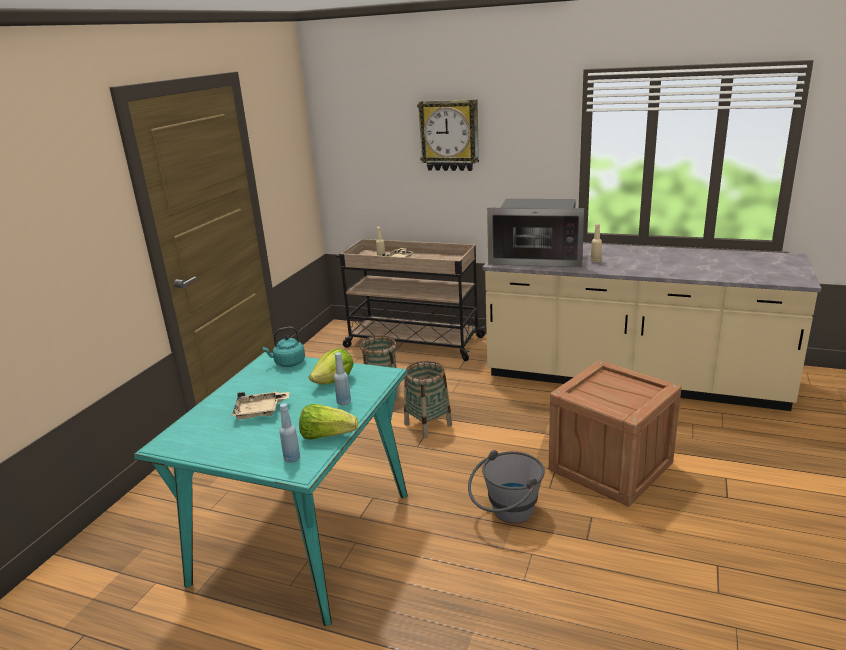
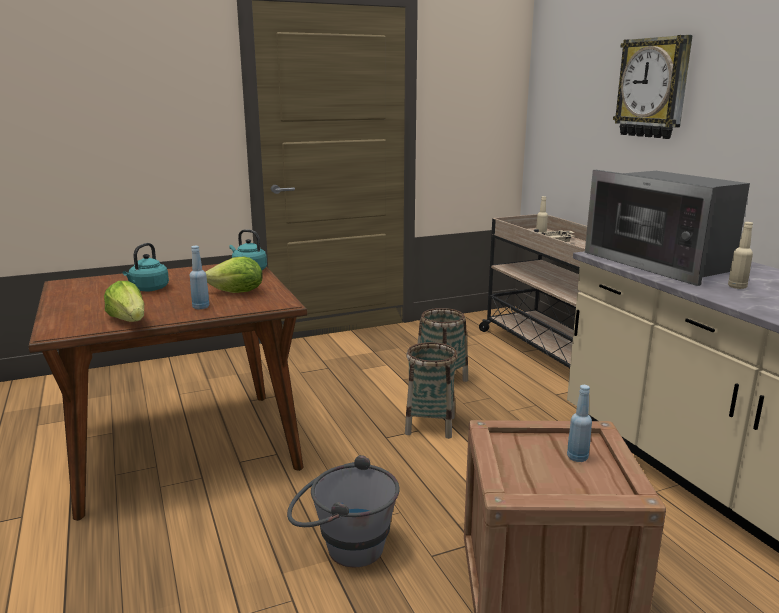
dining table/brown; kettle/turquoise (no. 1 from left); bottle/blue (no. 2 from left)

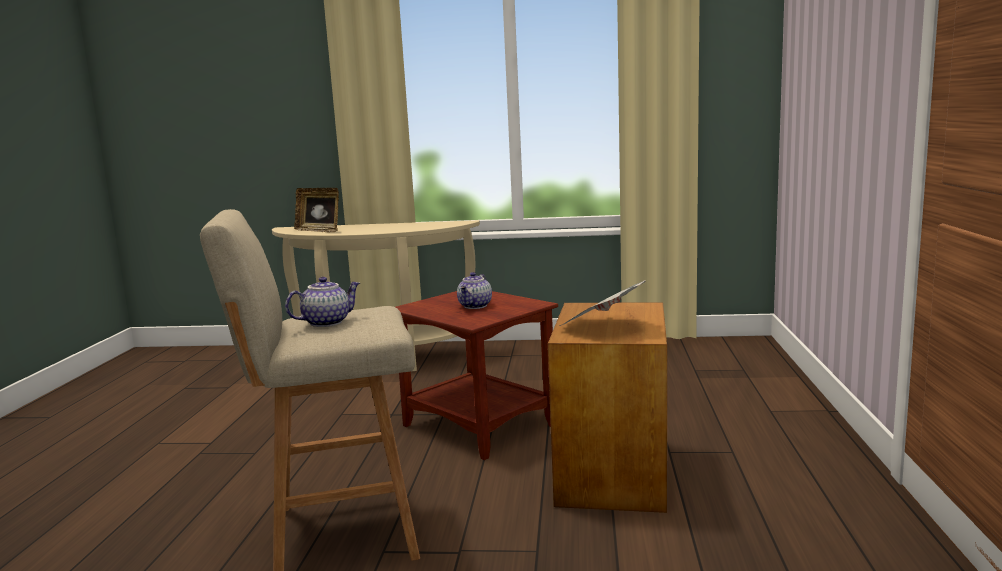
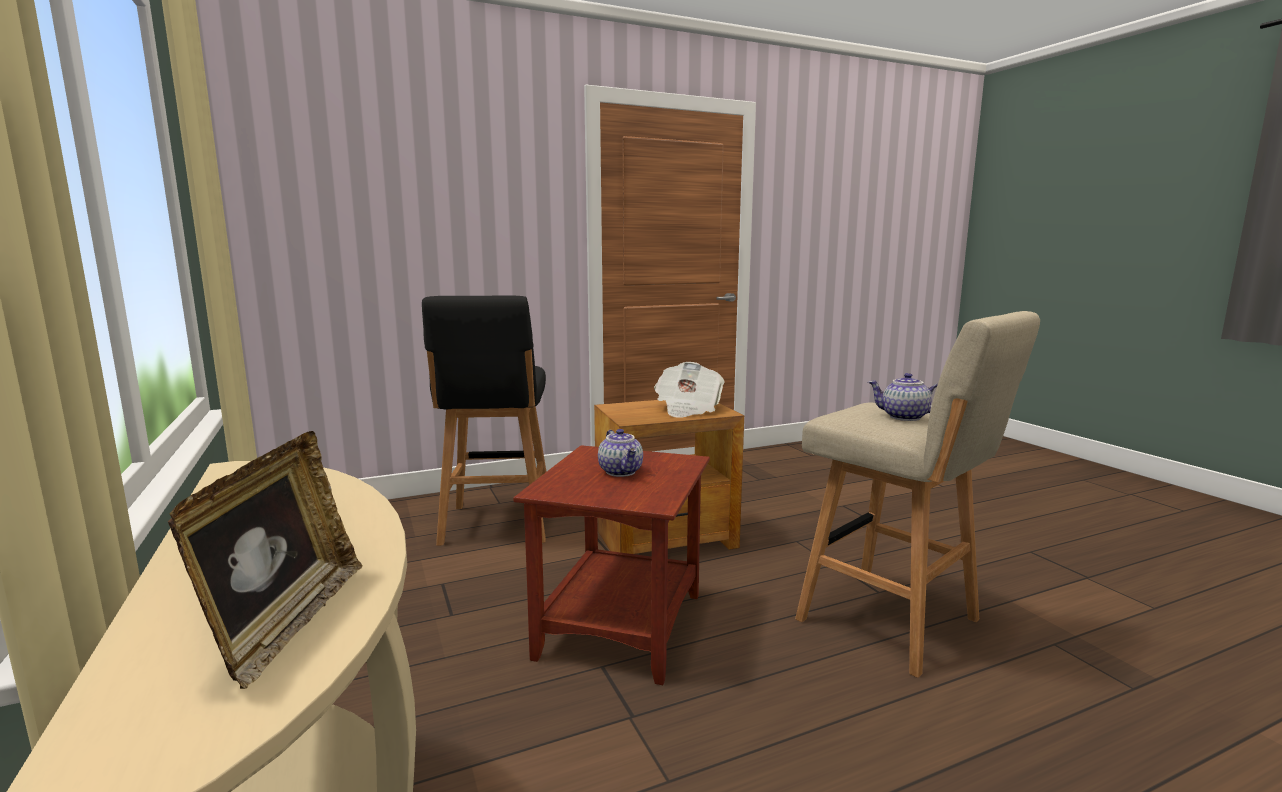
teapot (no. 1 from left); stool/black

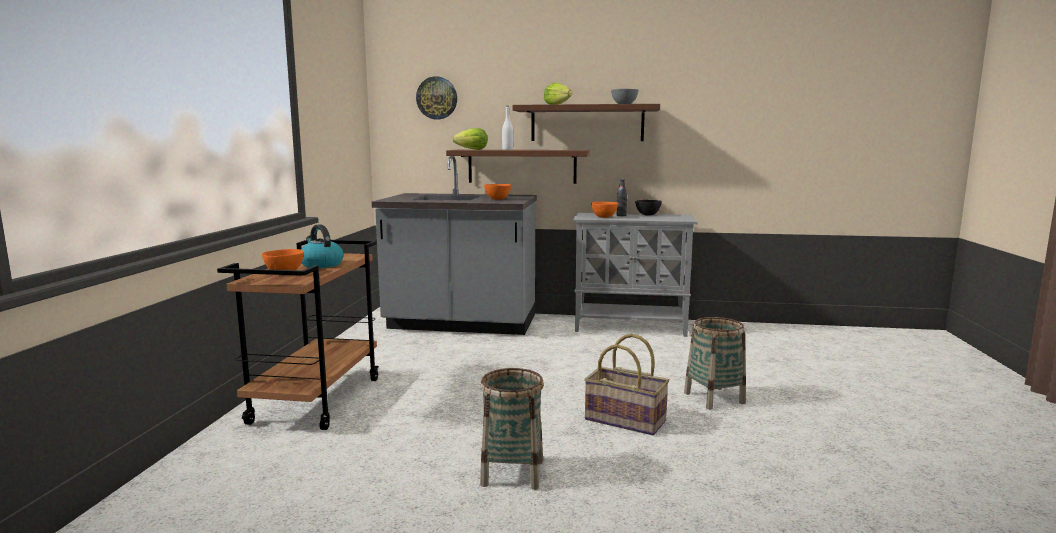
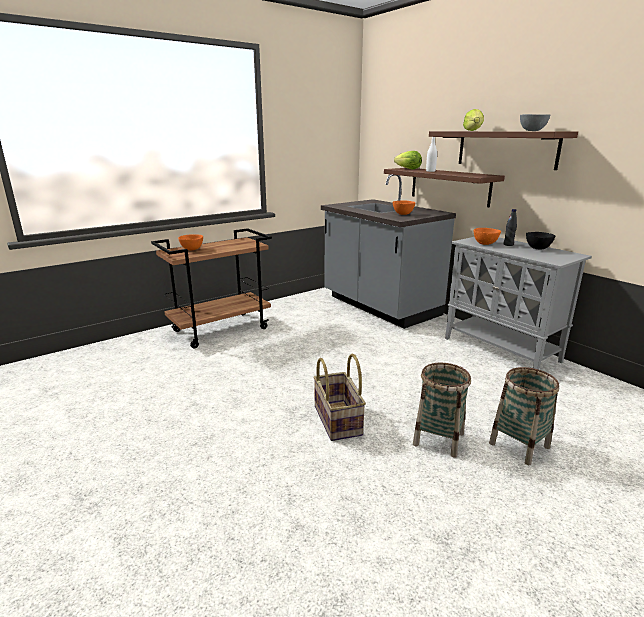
kettle; wall clock; basket (no. 3 from left)

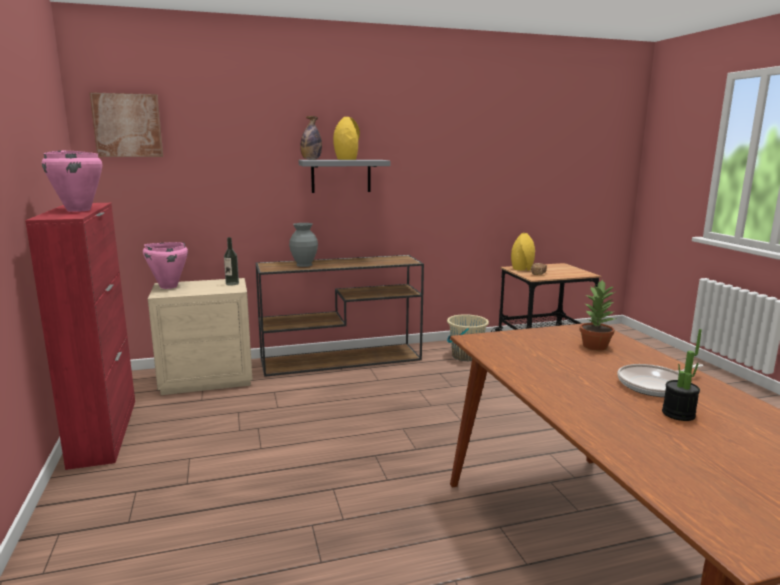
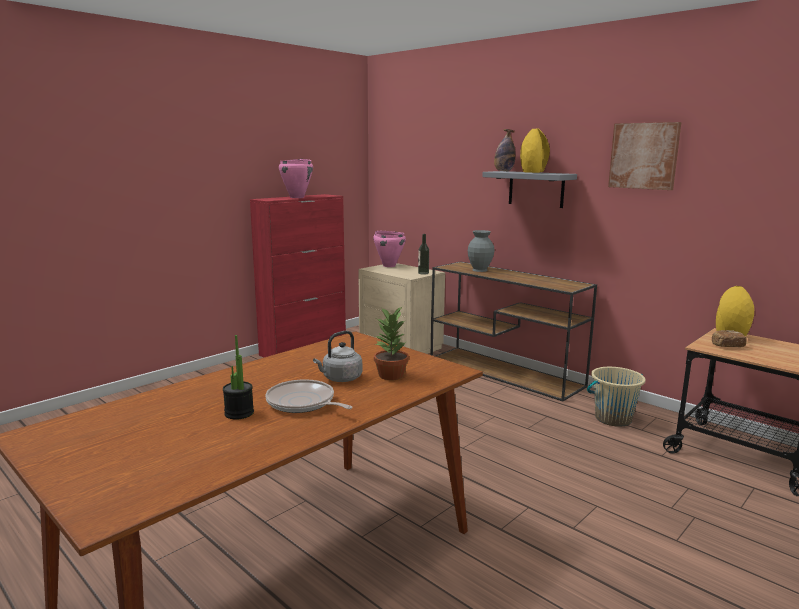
picture; kettle/grey

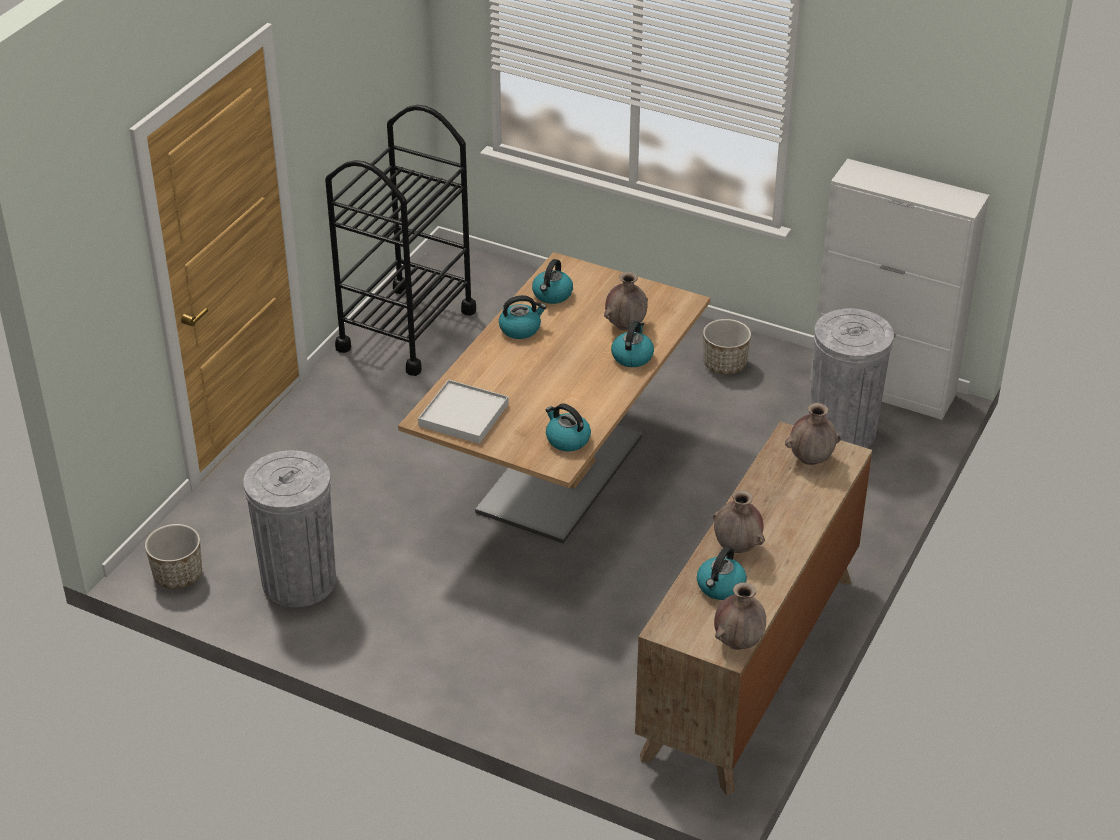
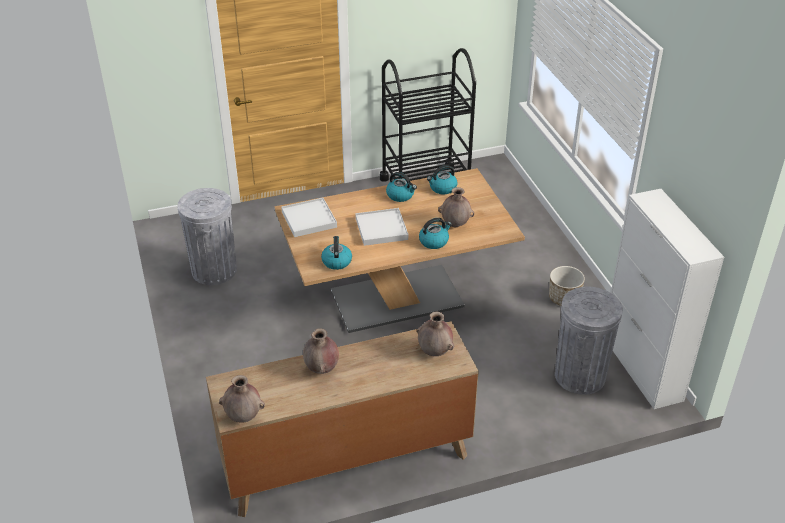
planter (no. 1 from left in the first image); kettle (no. 5 from left in the first image); tray/white (no. 2 from left)

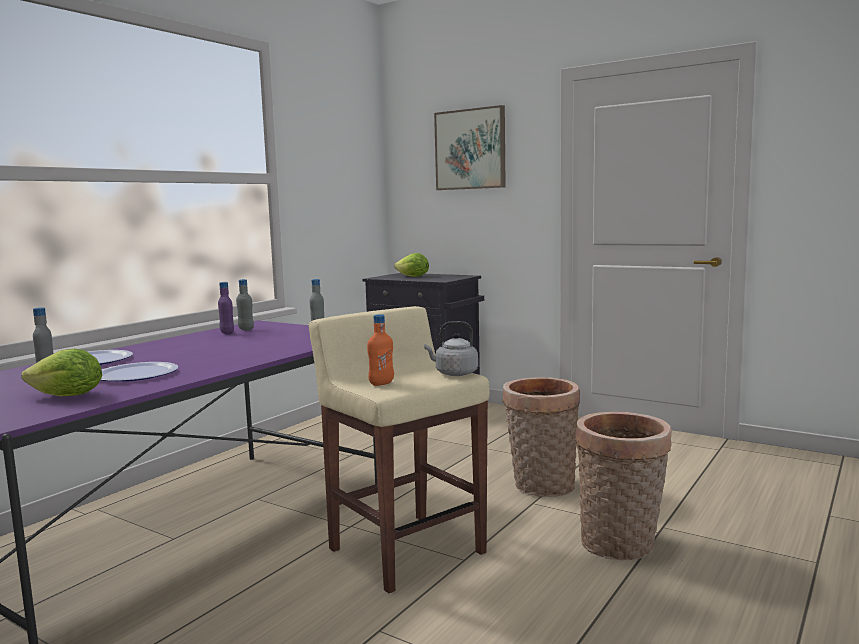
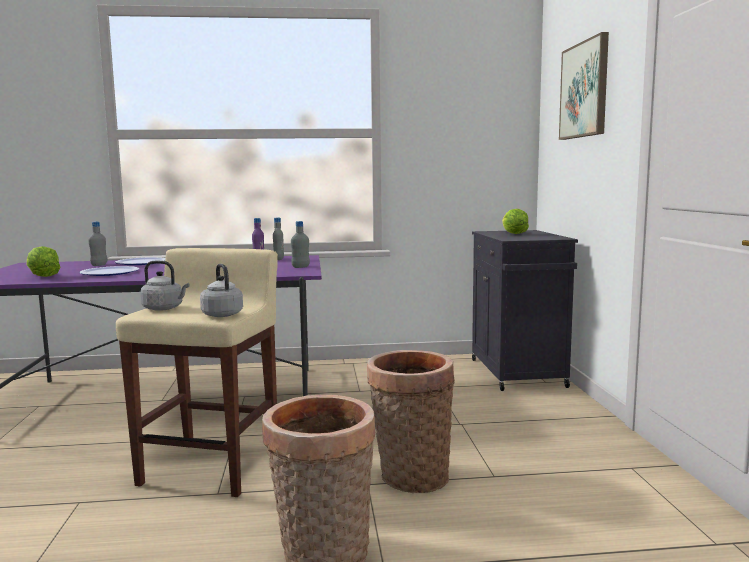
kettle/grey (no. 1 from left)

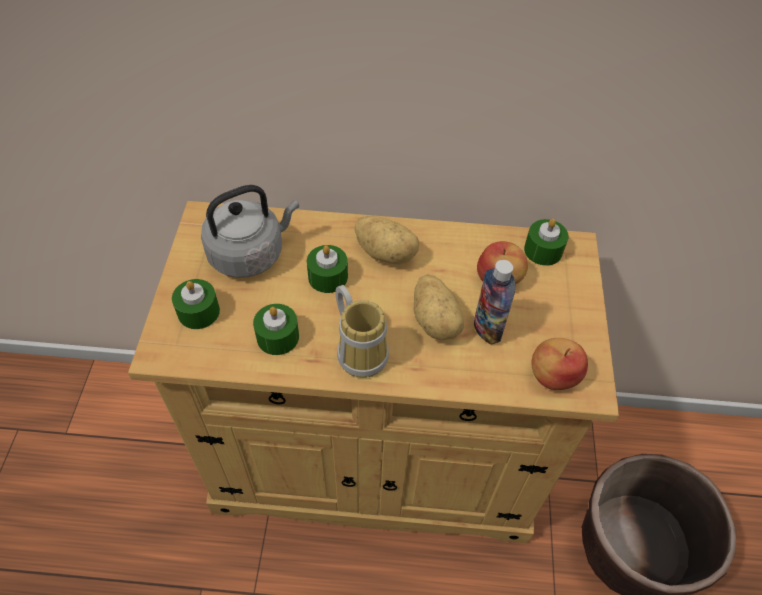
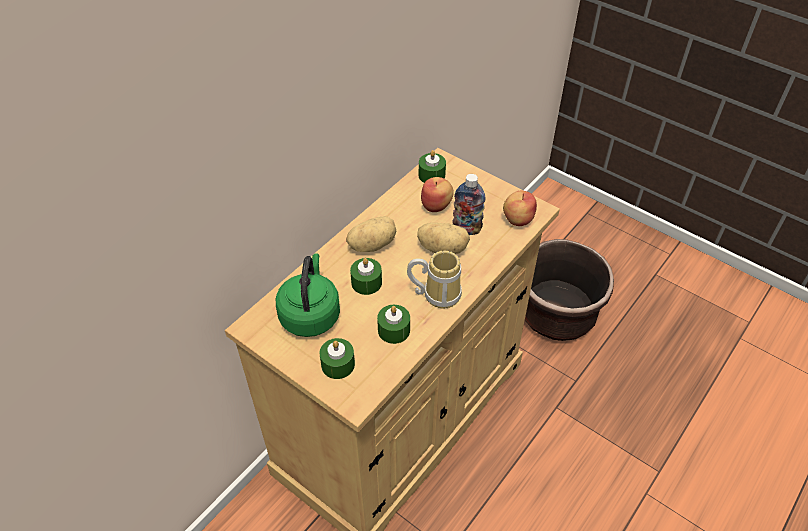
kettle/green

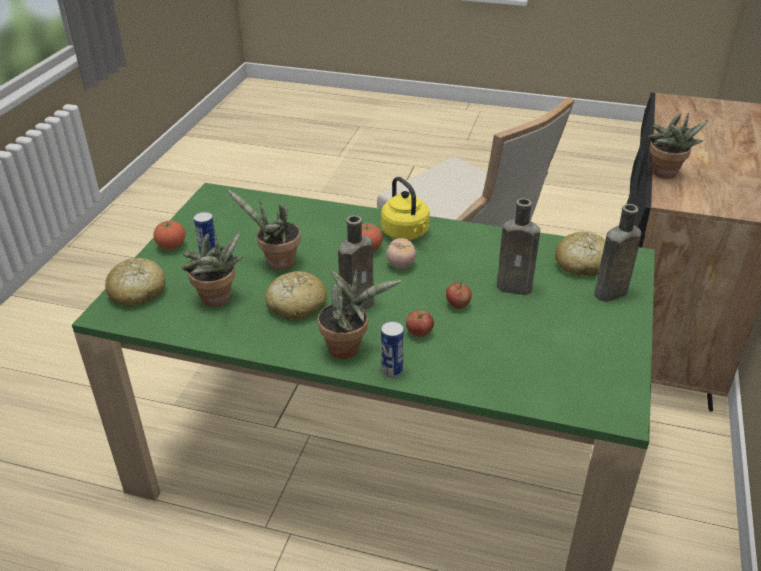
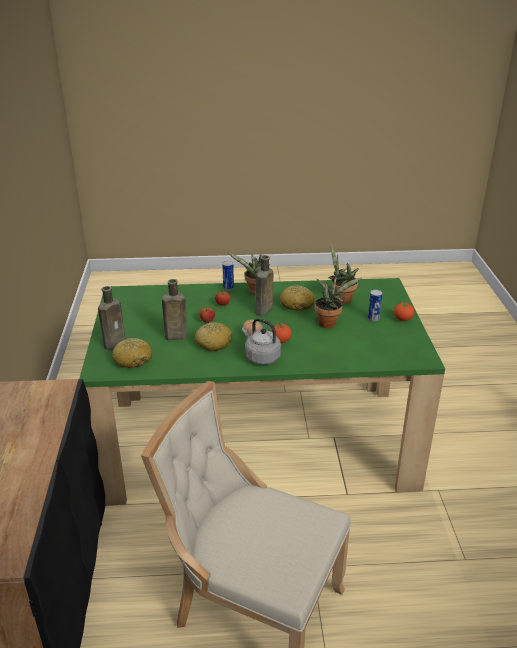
bread (no. 2 from left); kettle/grey; potted plant (no. 4 from left in the first image)

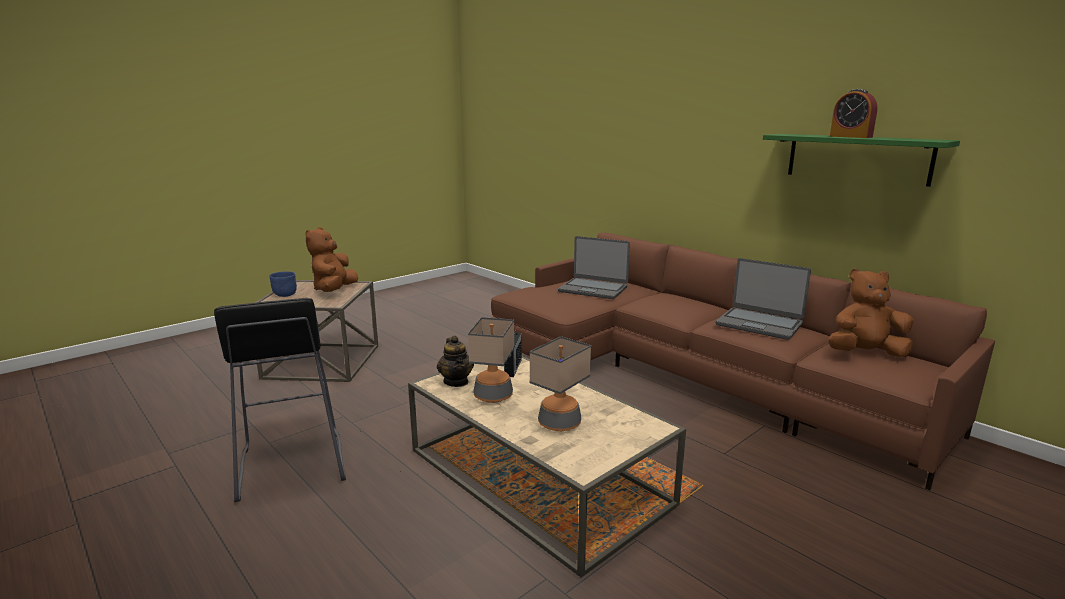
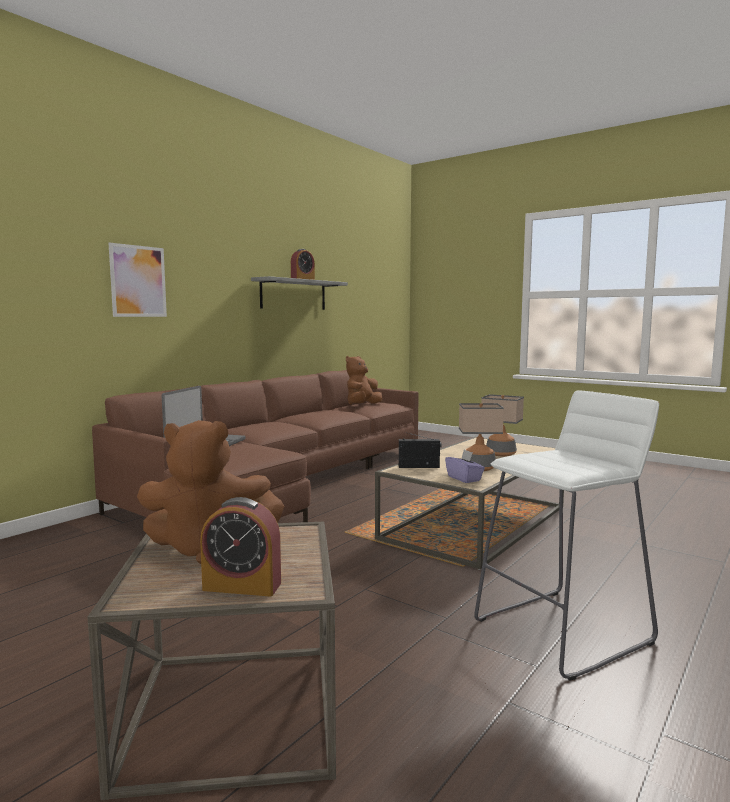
stool/white; alarm clock (no. 1 from left); tissue box/purple; laptop (no. 2 from left in the first image); shelf/grey; plush toy/brown (no. 2 from left); picture

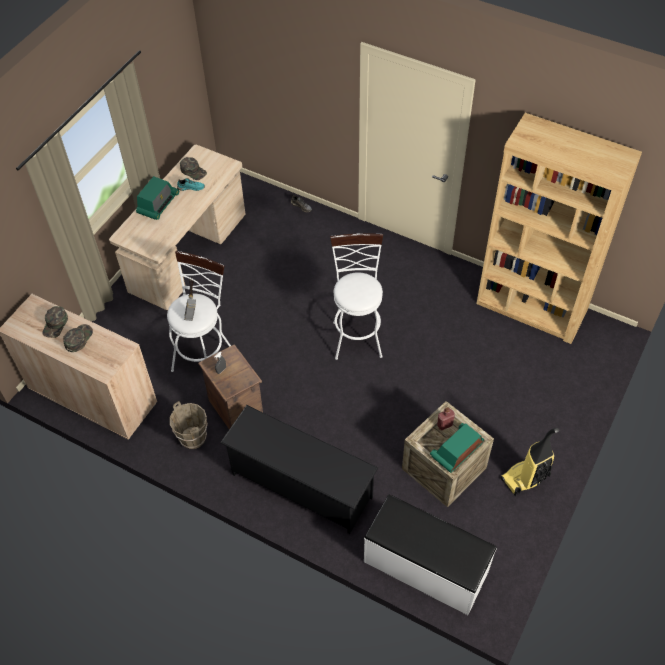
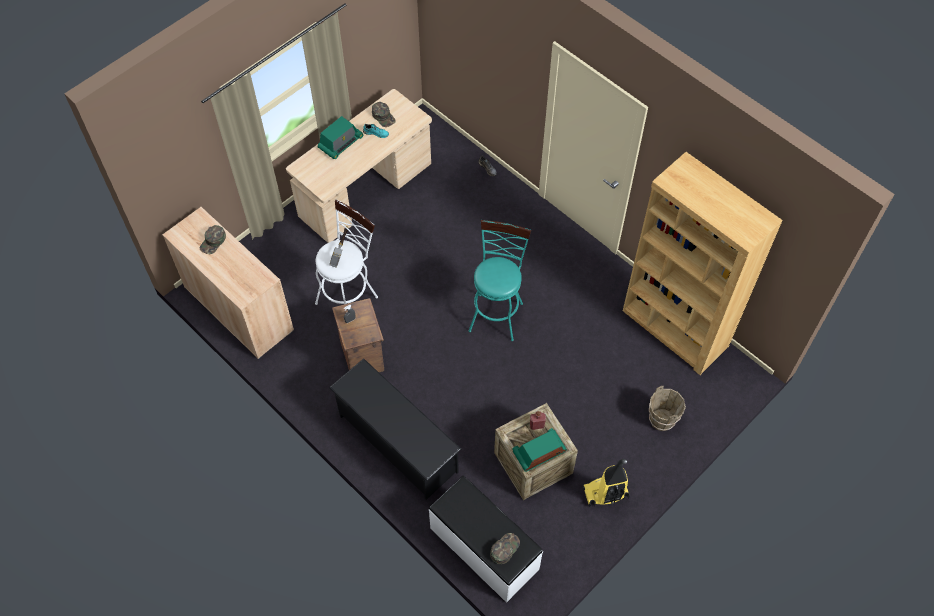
cap/green (no. 3 from left); bucket/brown; stool/turquoise

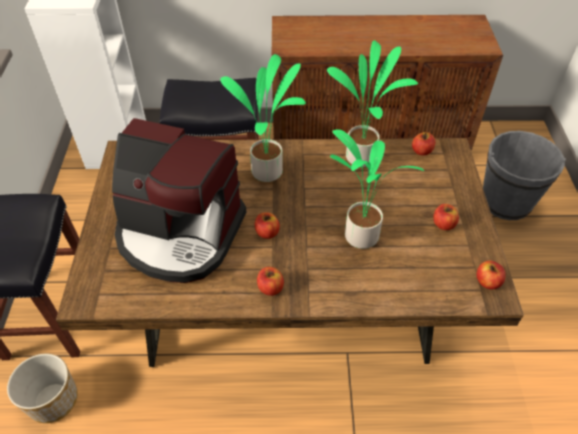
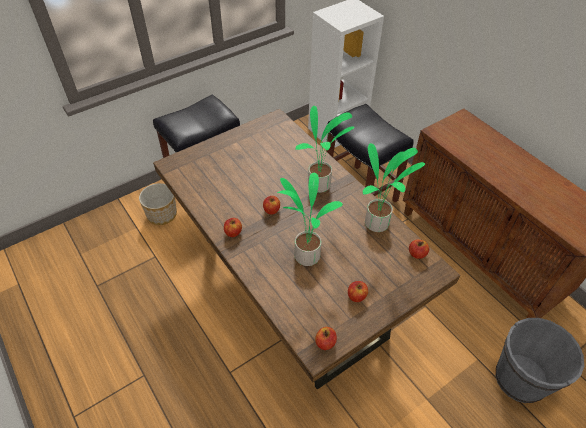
coffee machine

